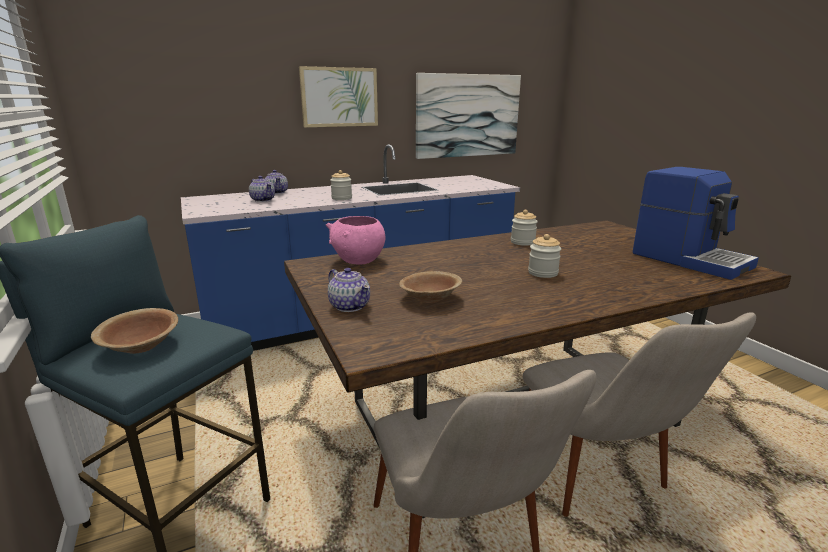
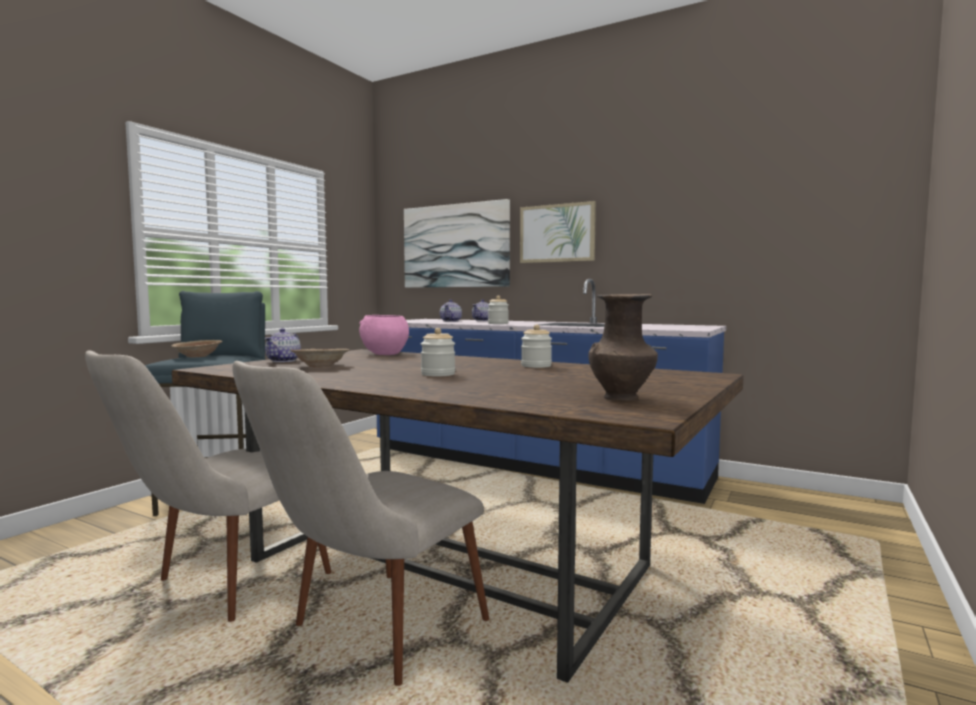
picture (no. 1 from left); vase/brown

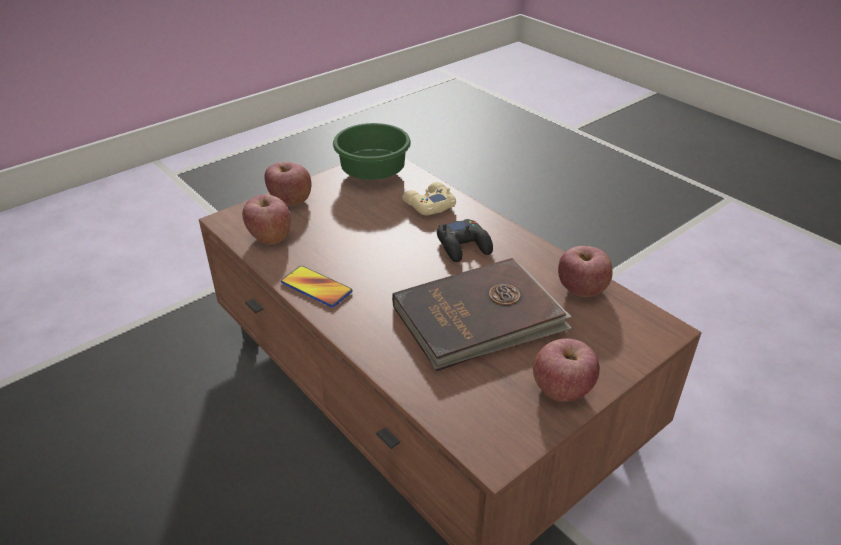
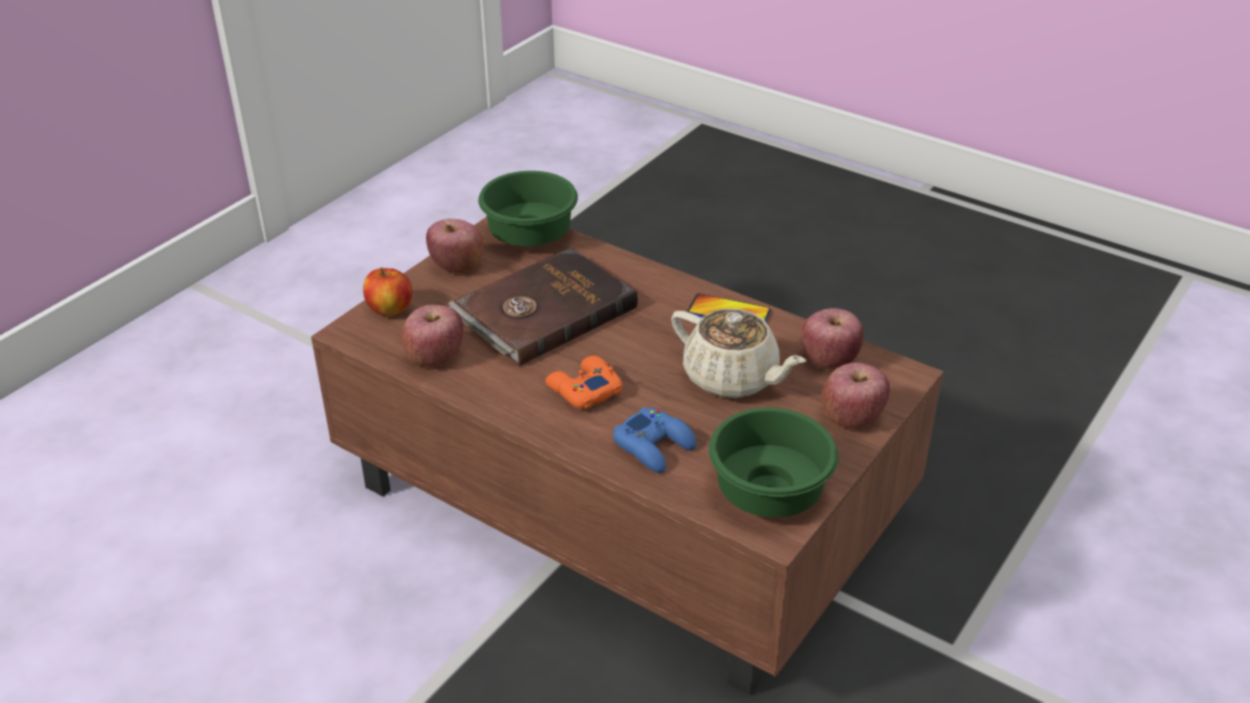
game controller/blue; game controller/orange; apple (no. 1 from left); bowl/green (no. 1 from left); teapot/beige

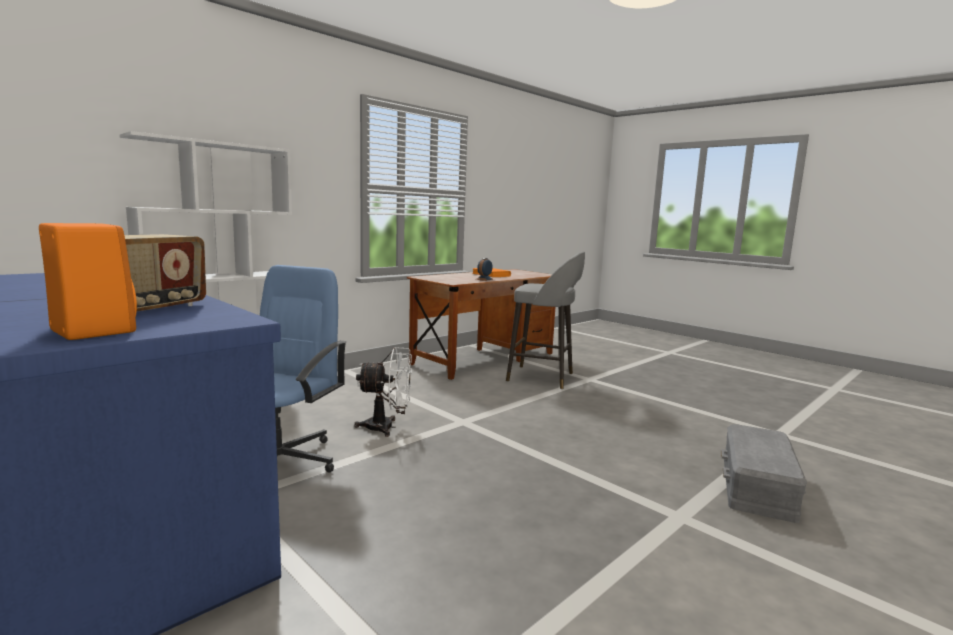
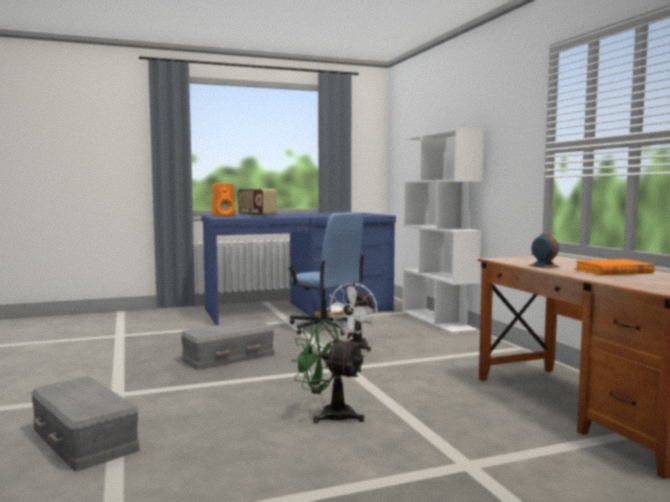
stool/grey; storage box/grey (no. 2 from left); fan/green

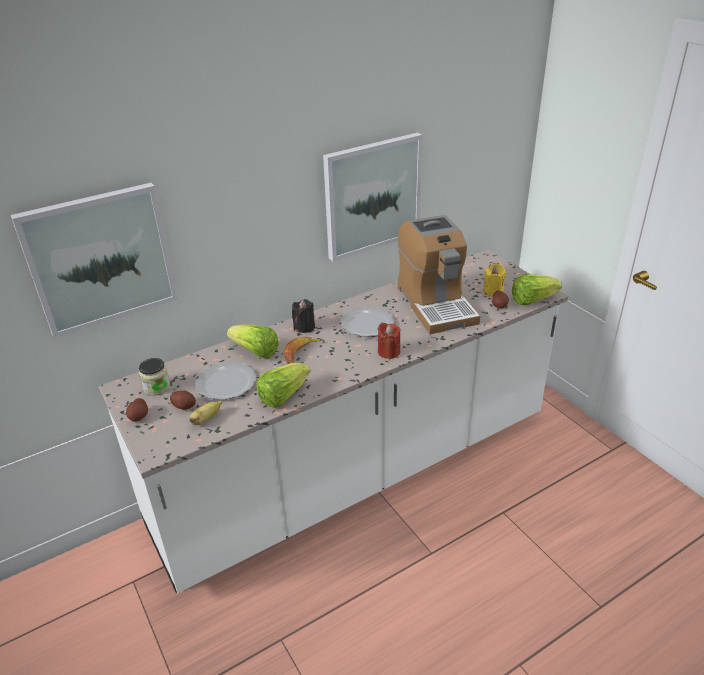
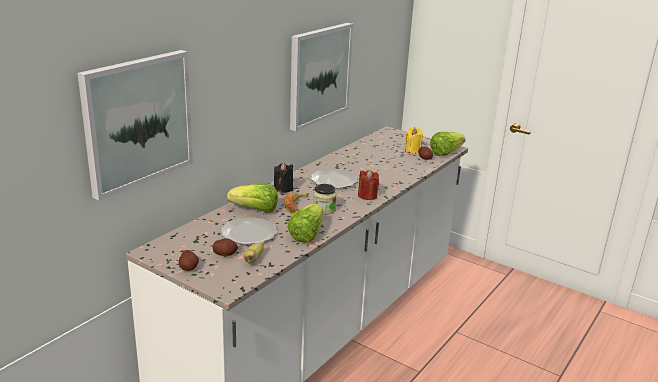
jar; coffee machine

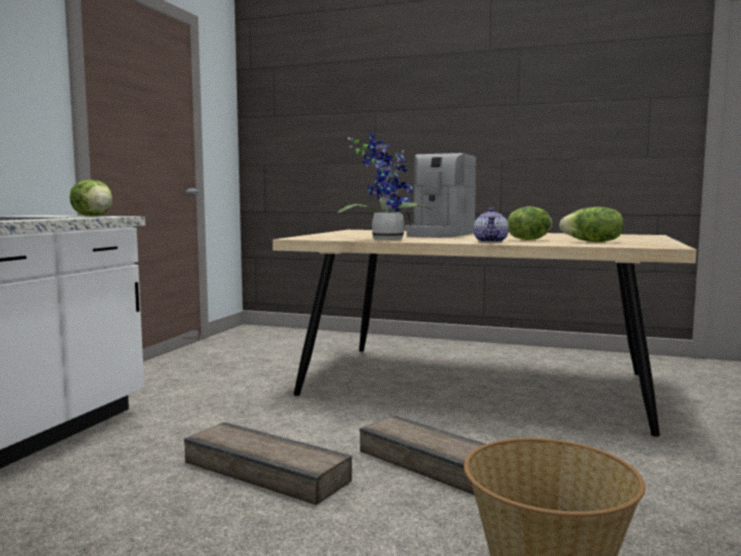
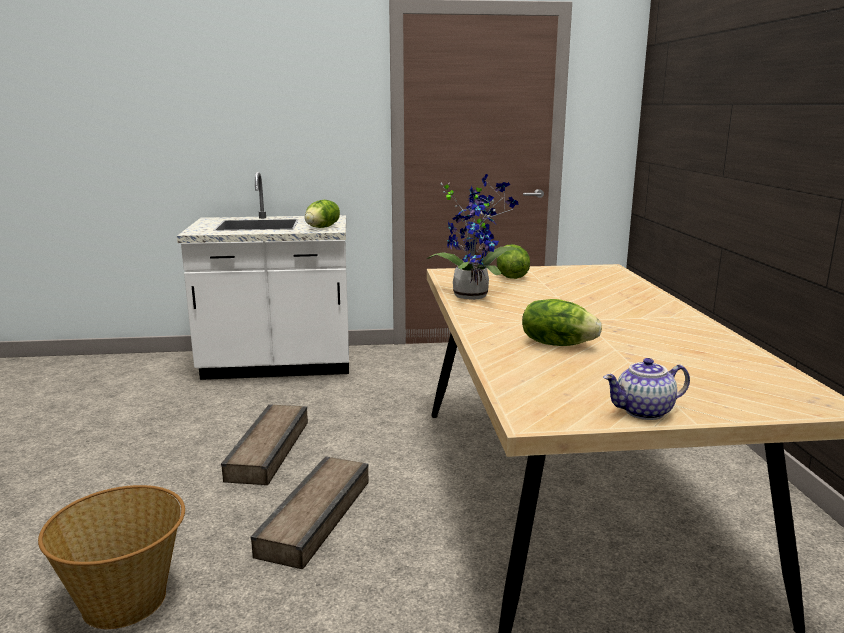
coffee machine; teapot; lettuce (no. 2 from left)

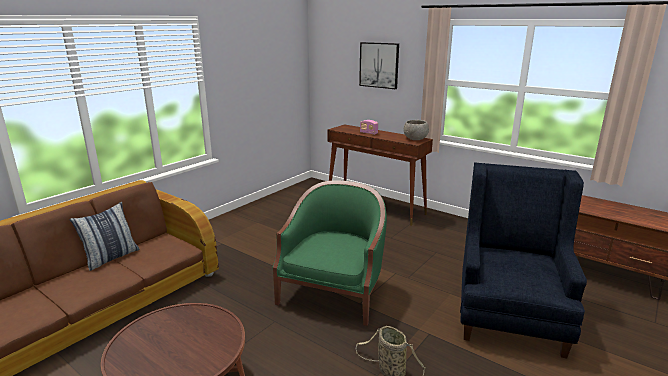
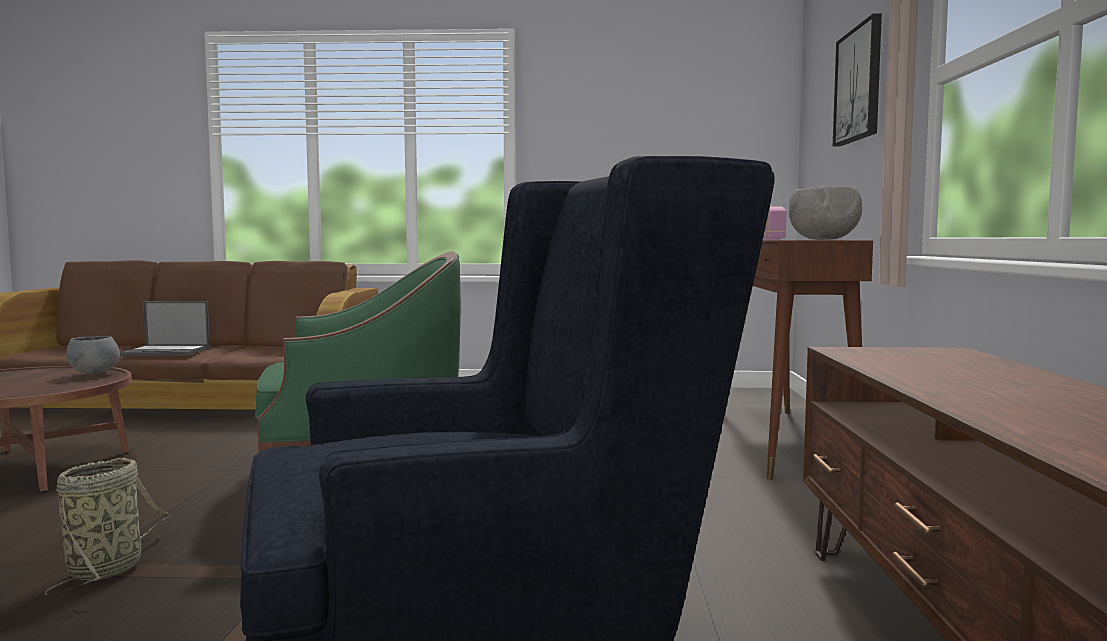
pillow; bowl/grey (no. 1 from left); laptop

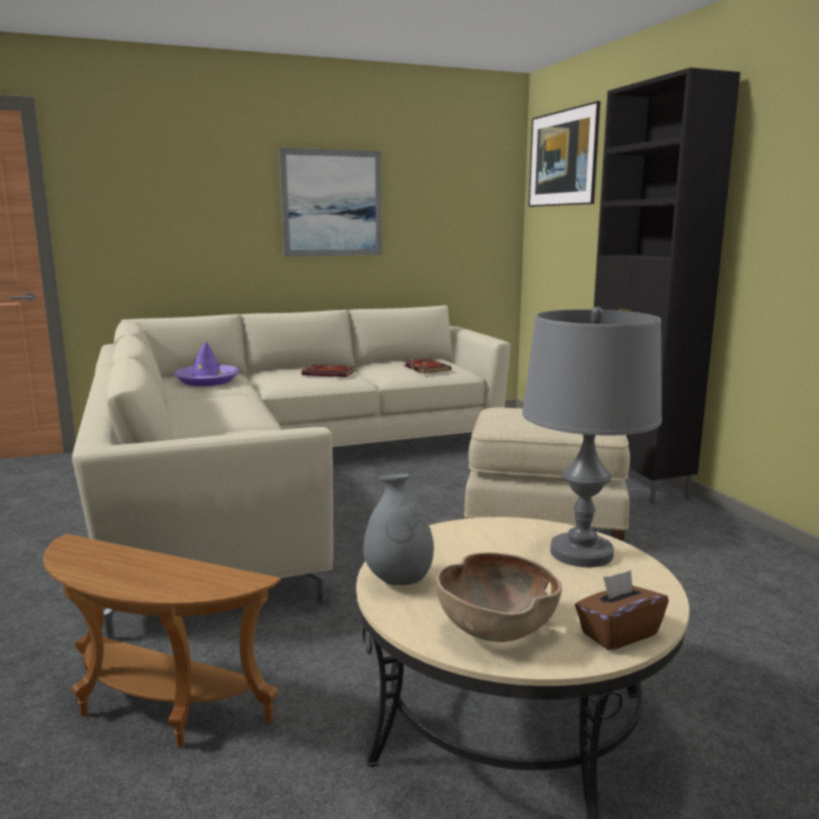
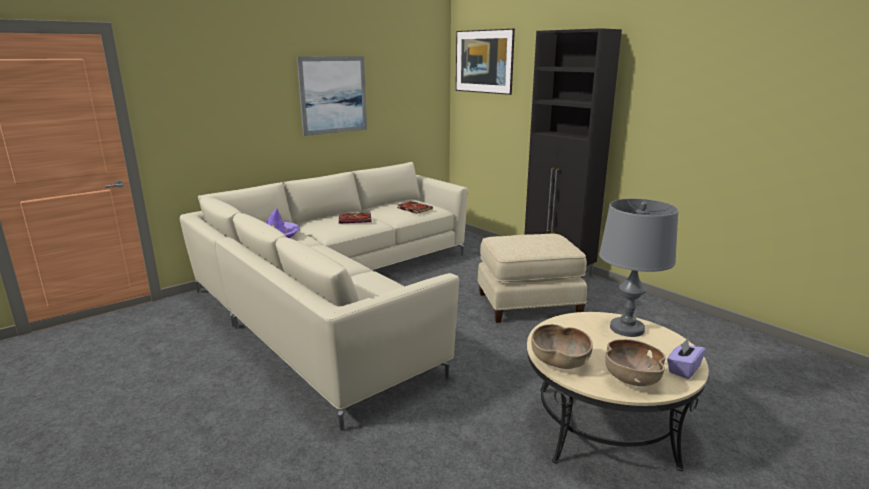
side table/brown; bowl/brown (no. 1 from left); tissue box/purple

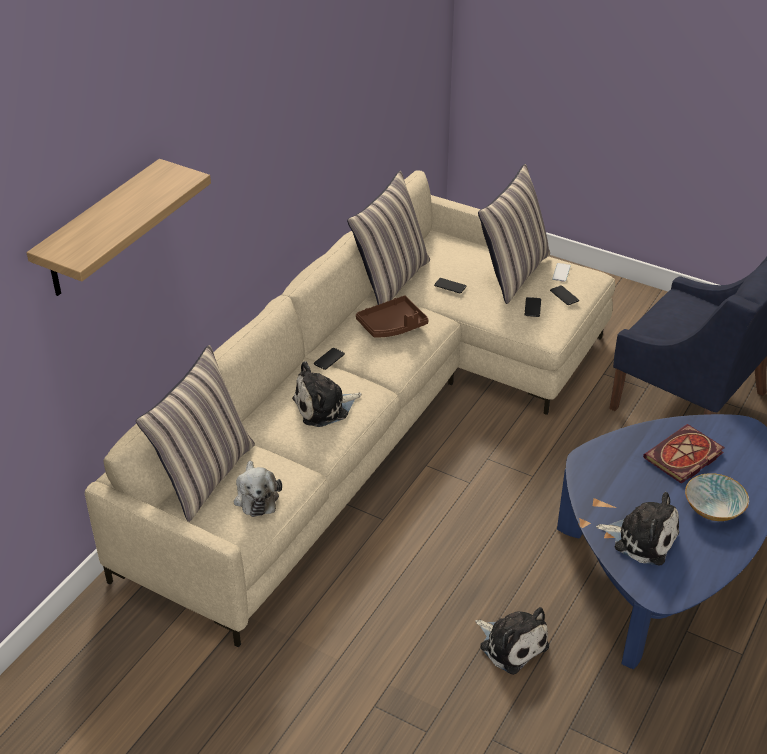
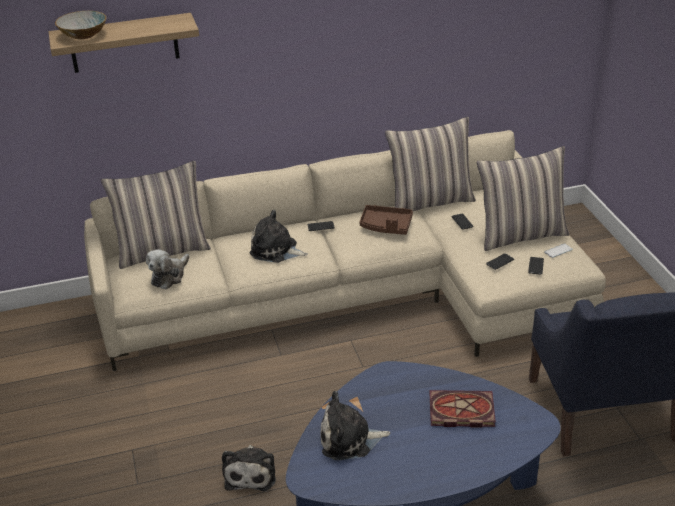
plush toy (no. 4 from left); bowl

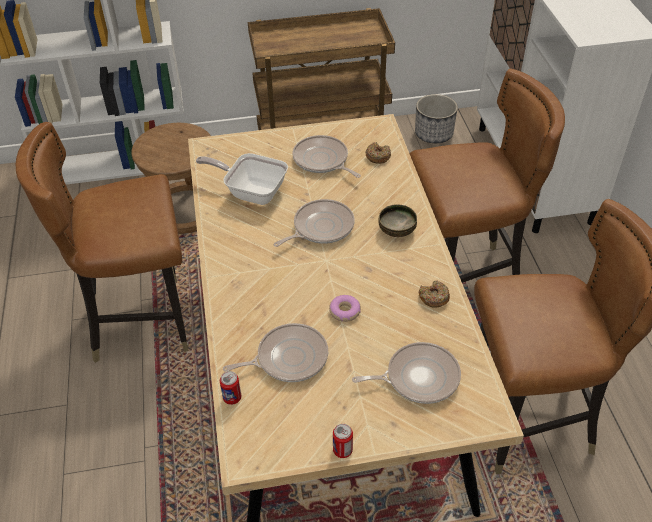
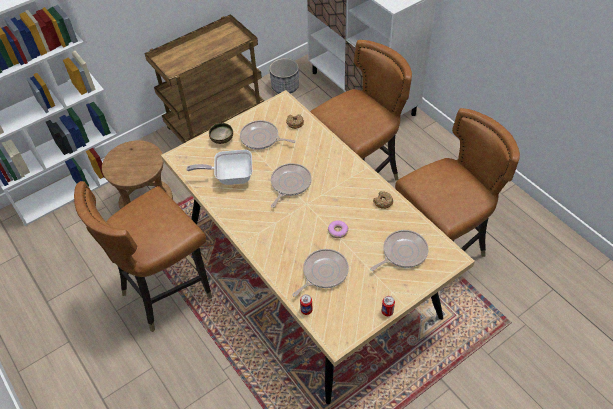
bowl

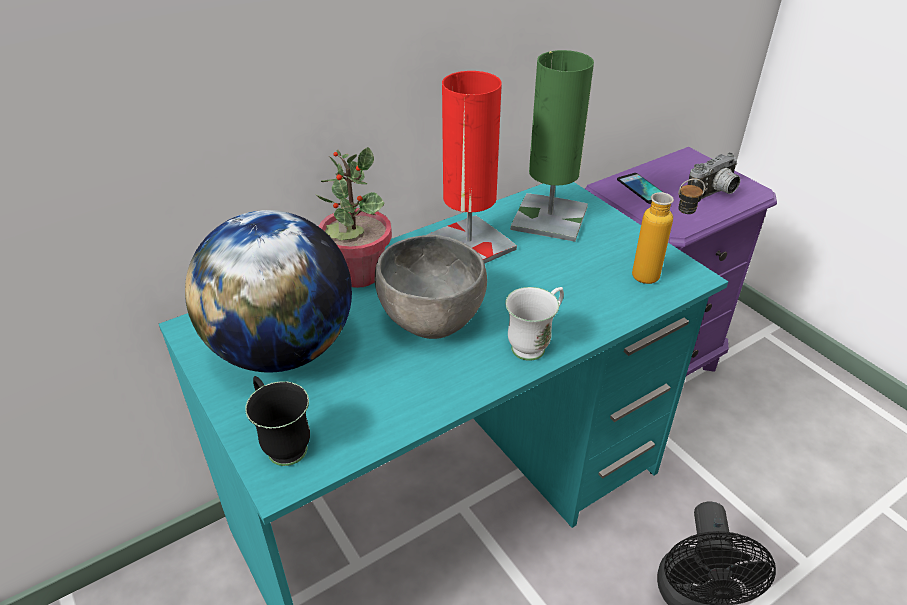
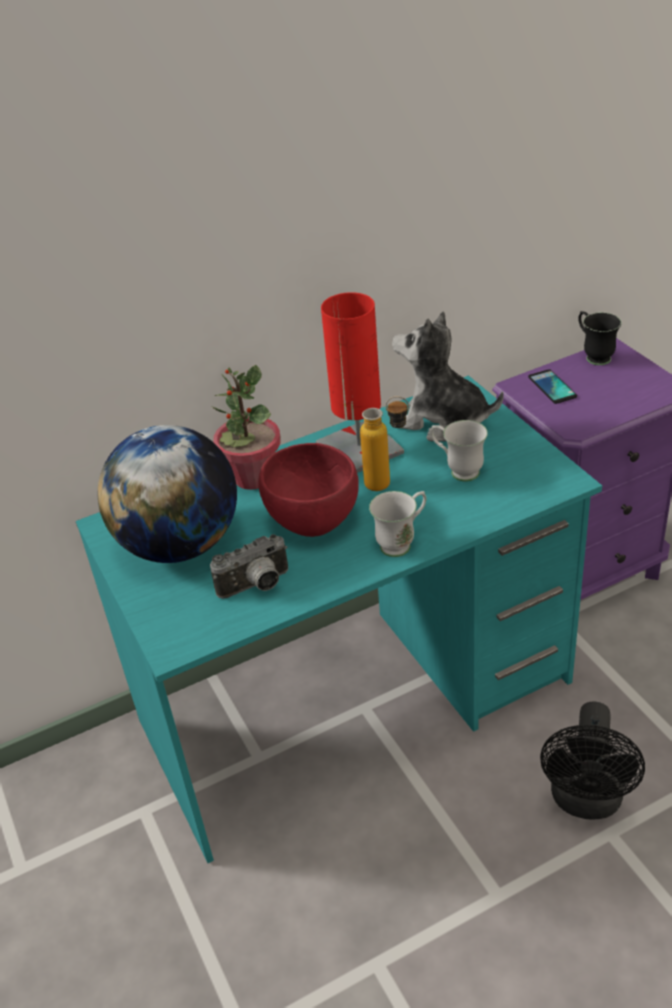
mug/black; bowl/red; plush toy; bottle; photo camera; mug/white (no. 2 from left)

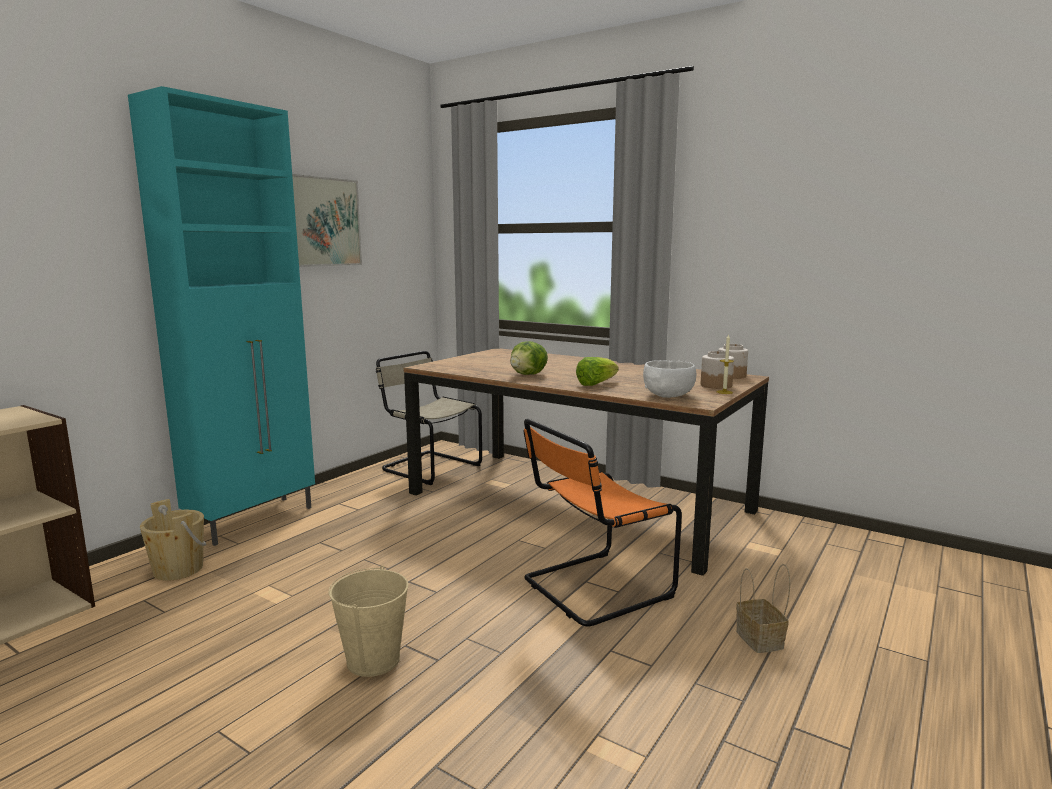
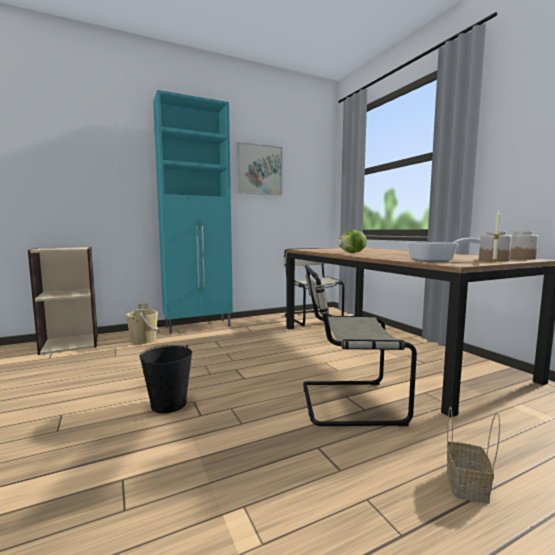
bucket/black; chair/beige (no. 2 from left); lettuce (no. 2 from left in the first image); frying pan

